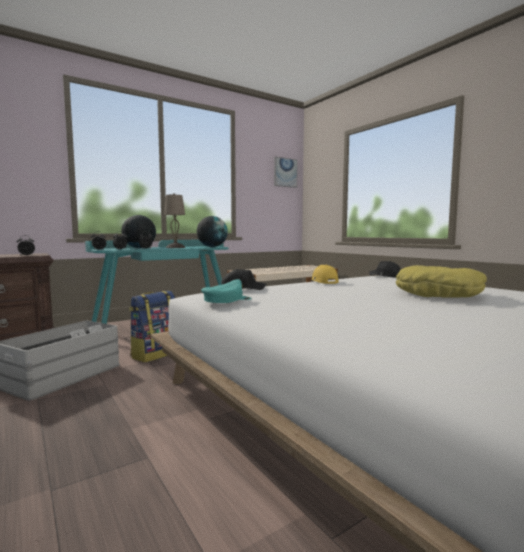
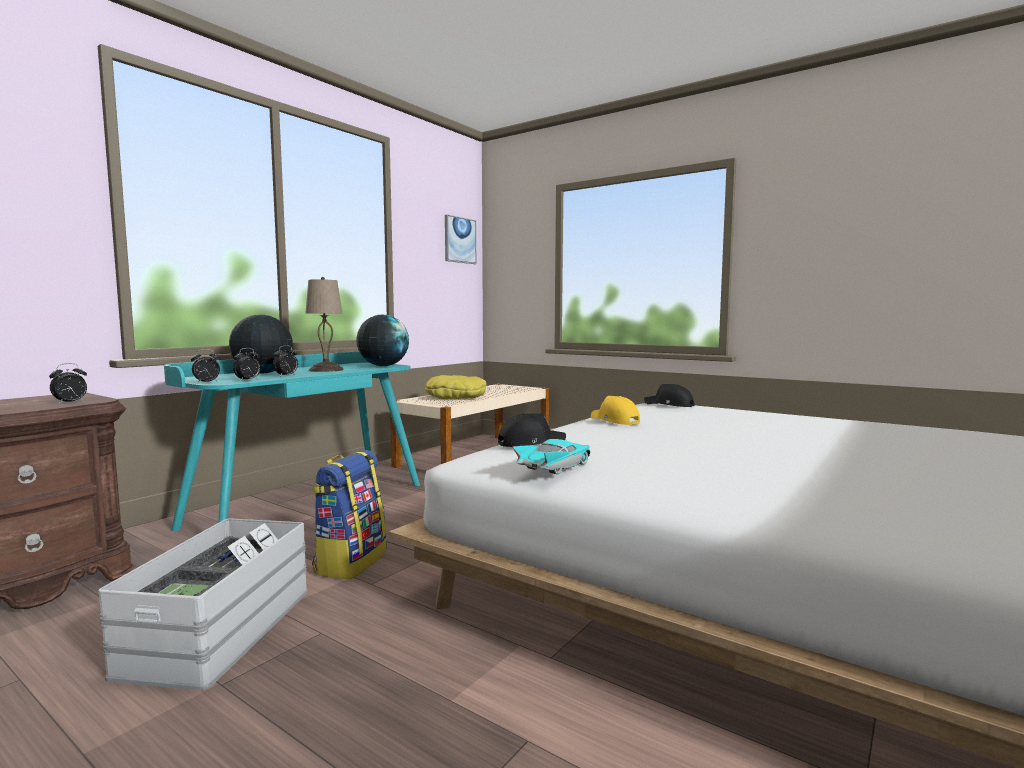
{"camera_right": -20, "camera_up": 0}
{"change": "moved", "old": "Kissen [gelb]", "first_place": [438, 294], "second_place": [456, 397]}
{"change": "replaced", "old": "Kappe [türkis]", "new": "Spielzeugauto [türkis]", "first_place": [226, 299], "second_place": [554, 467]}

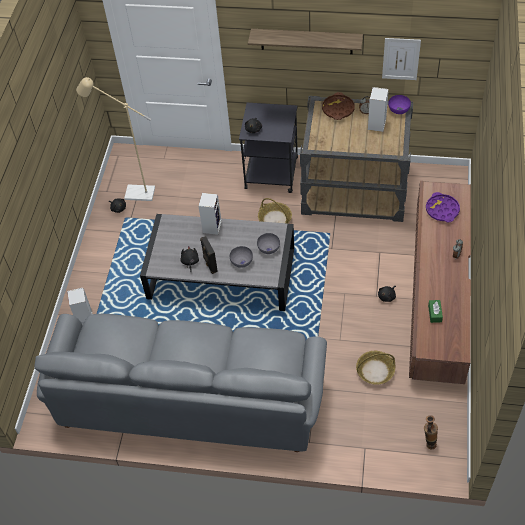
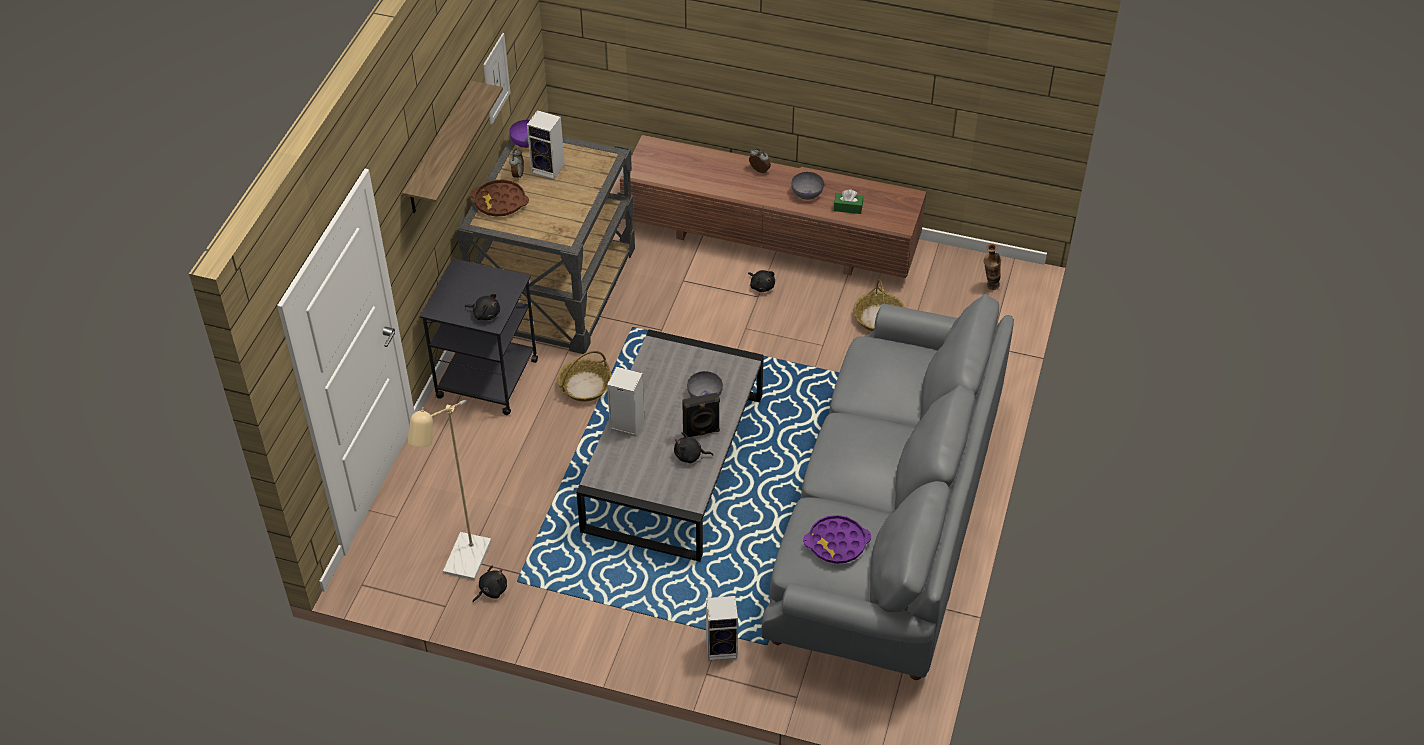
{"camera_right": -85, "camera_up": -5}
{"change": "moved", "old": "Schüssel [grau]", "first_place": [269, 248], "second_place": [806, 193]}
{"change": "moved", "old": "Tablett [lila]", "first_place": [442, 210], "second_place": [836, 543]}

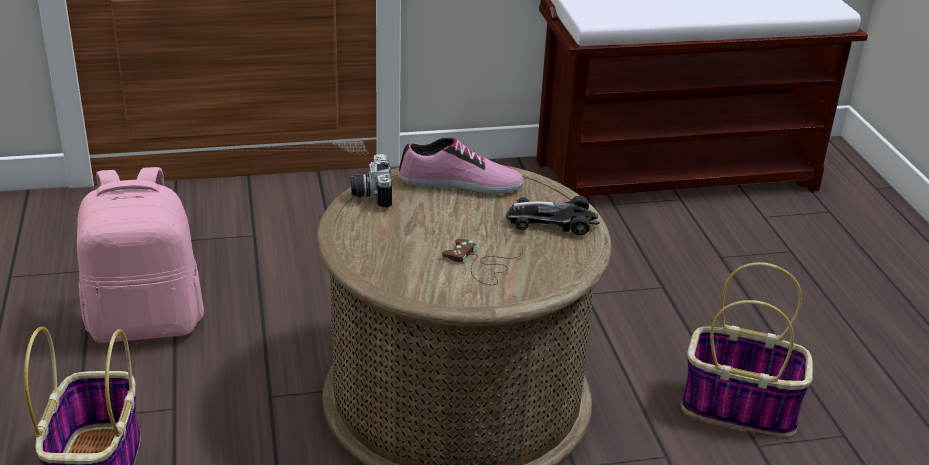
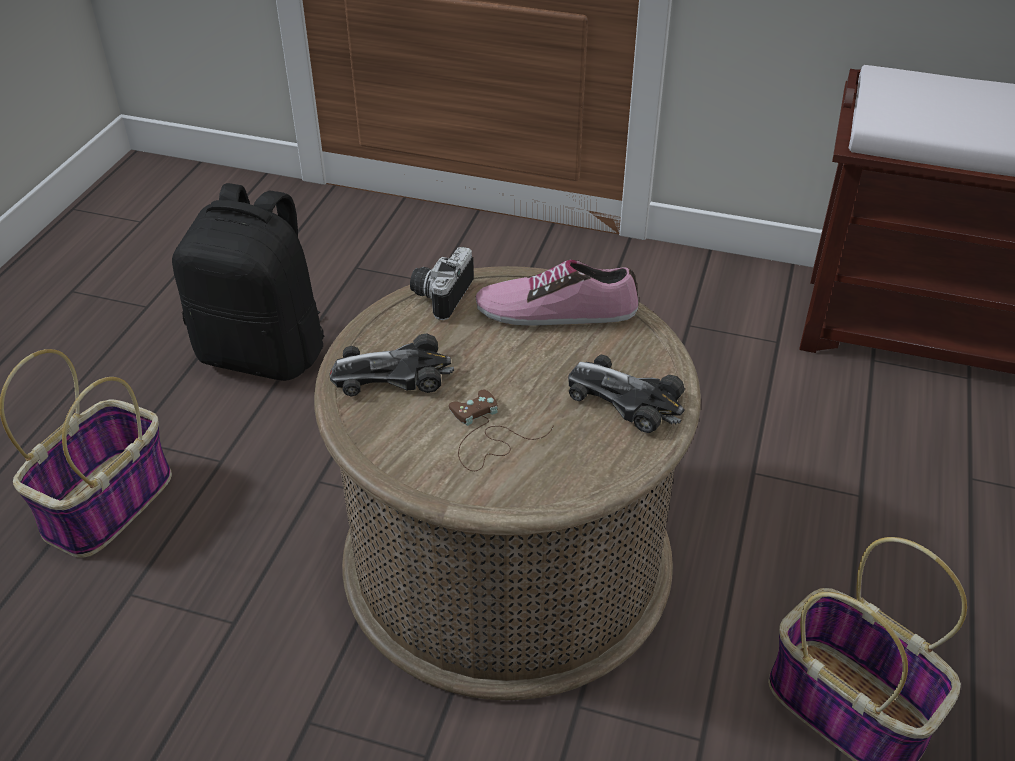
{"camera_right": 30, "camera_up": 10}
{"change": "recoloured", "old": "Rucksack [rosa]", "new": "Rucksack [schwarz]", "first_place": [146, 322], "second_place": [265, 353]}
{"change": "added", "new": "Spielzeugauto", "second_place": [392, 374]}
{"change": "turned", "old": "Schuh", "first_place": [461, 184], "second_place": [556, 310], "degrees": 150}

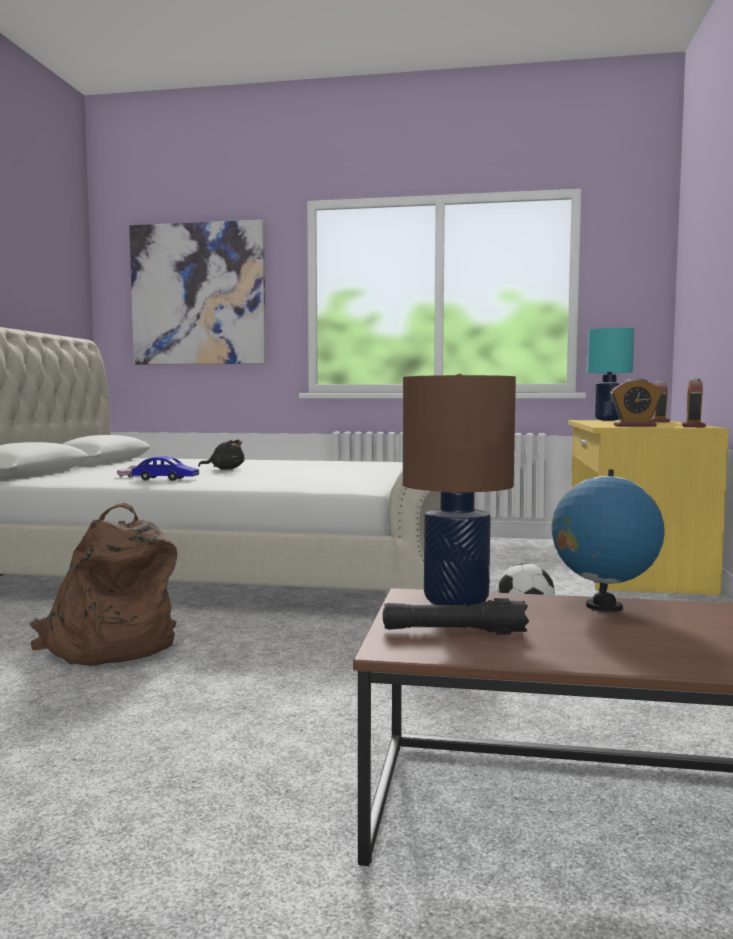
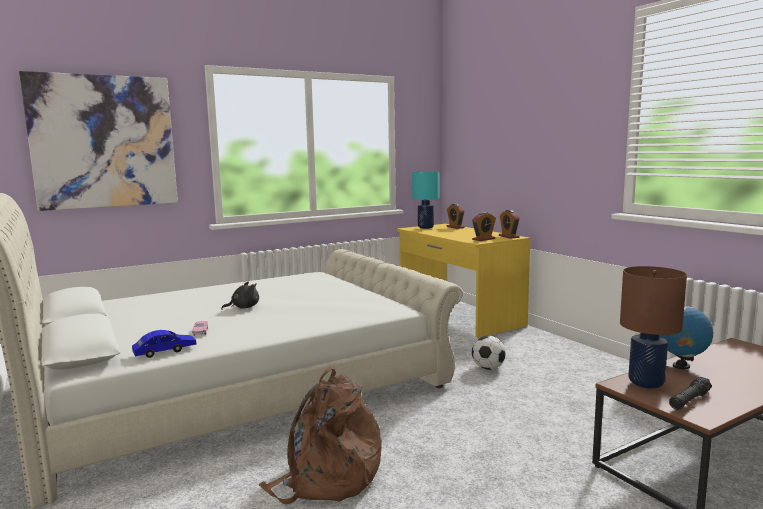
{"camera_right": -40, "camera_up": 5}
{"change": "moved", "old": "Spielzeugauto [blau]", "first_place": [166, 479], "second_place": [165, 351]}

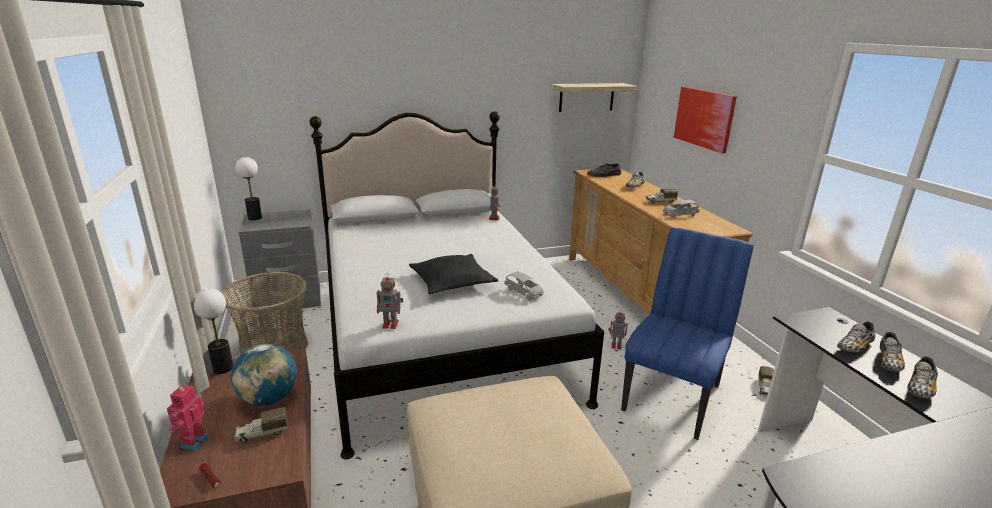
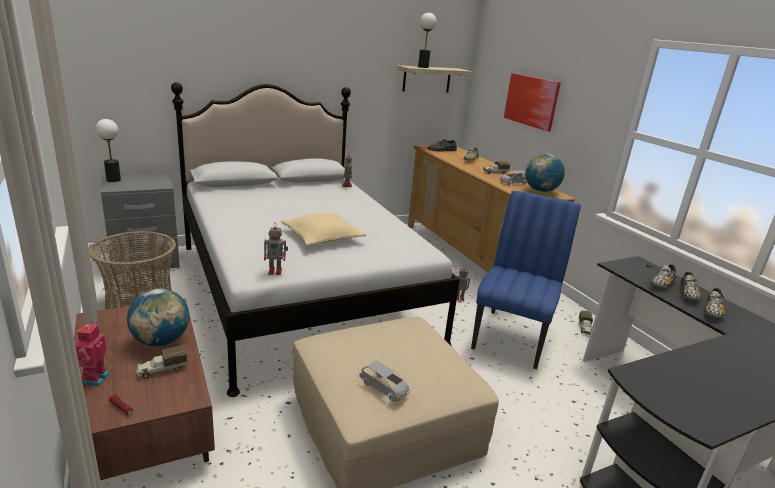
{"camera_right": -10, "camera_up": 0}
{"change": "recoloured", "old": "Kissen [schwarz]", "new": "Kissen [beige]", "first_place": [452, 282], "second_place": [322, 237]}
{"change": "moved", "old": "Spielzeugauto [grau]", "first_place": [524, 292], "second_place": [384, 388]}
{"change": "moved", "old": "Tischlampe", "first_place": [223, 368], "second_place": [423, 67]}
{"change": "added", "new": "Globus", "second_place": [540, 191]}

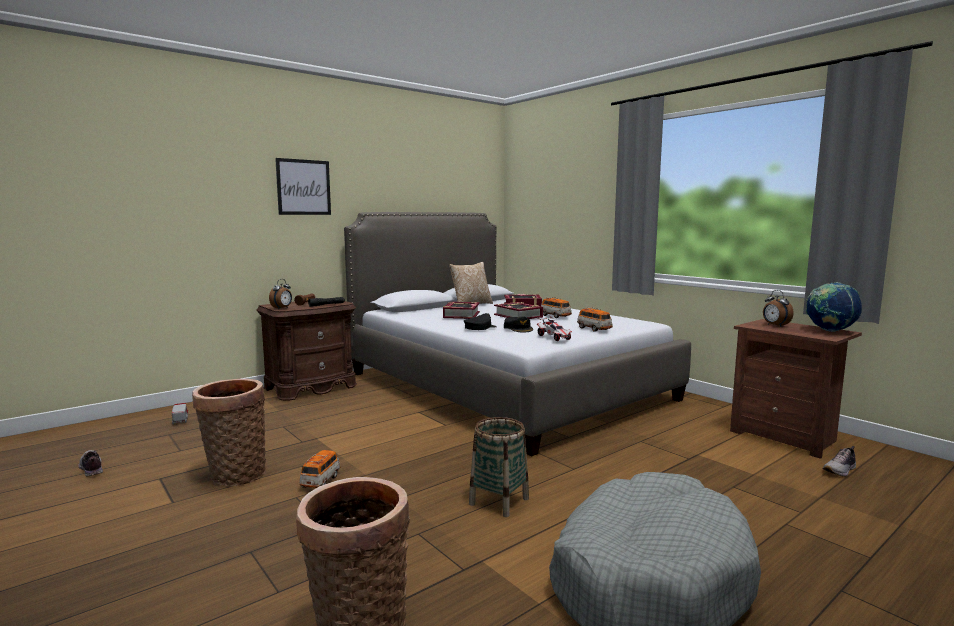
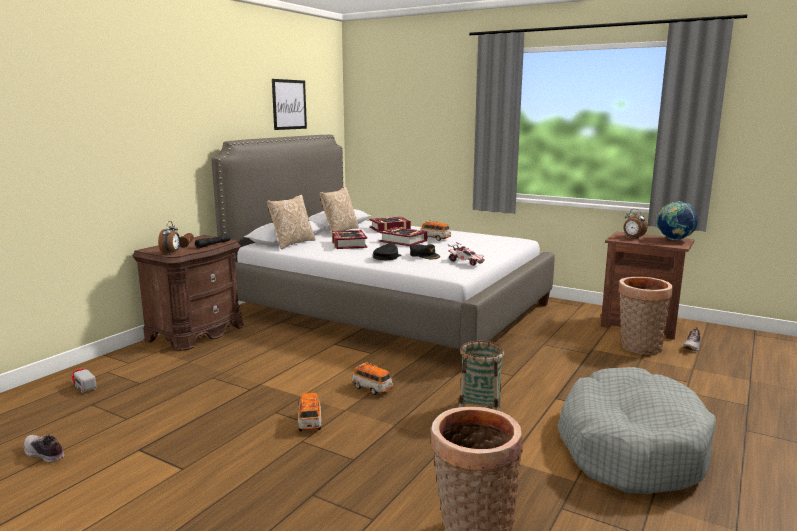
{"camera_right": -20, "camera_up": 5}
{"change": "added", "new": "Kissen", "second_place": [292, 243]}
{"change": "moved", "old": "Bild", "first_place": [303, 187], "second_place": [289, 104]}
{"change": "moved", "old": "Spielzeugauto", "first_place": [594, 329], "second_place": [372, 389]}
{"change": "moved", "old": "Korb", "first_place": [235, 474], "second_place": [638, 348]}

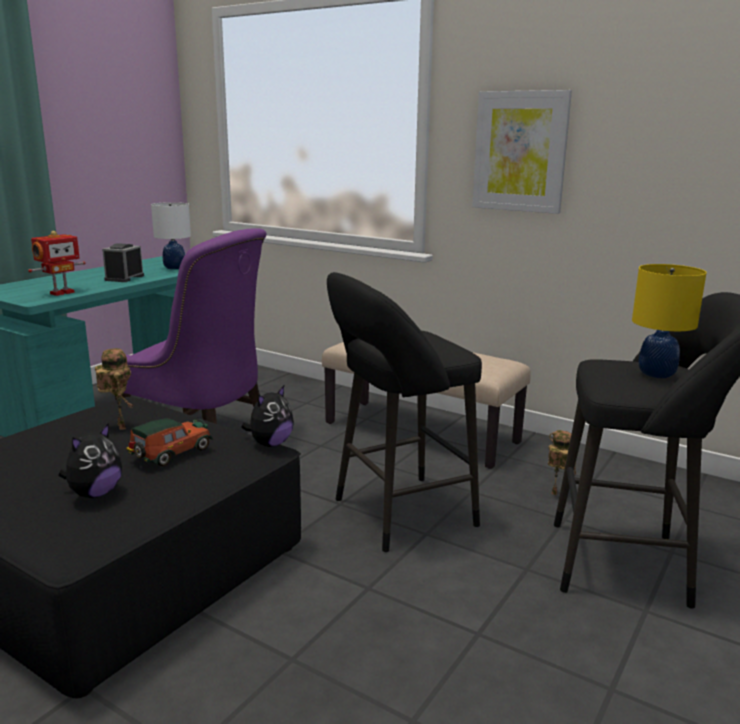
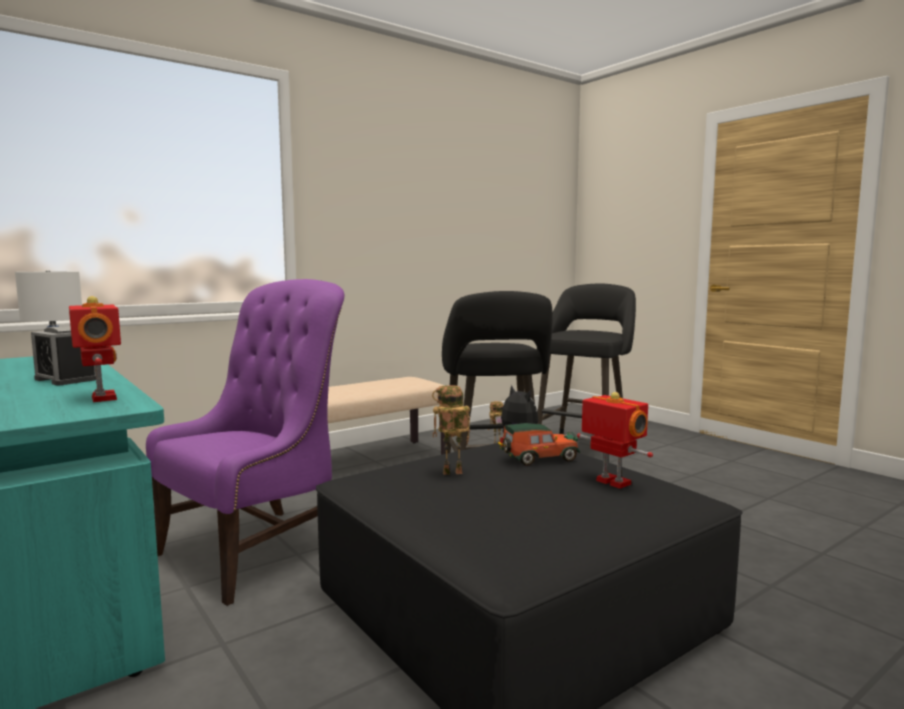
{"camera_right": -70, "camera_up": -10}
{"change": "turned", "old": "Spielzeugauto", "first_place": [170, 454], "second_place": [537, 459], "degrees": 105}
{"change": "replaced", "old": "Plüschtier", "new": "Spielzeugroboter", "first_place": [95, 493], "second_place": [612, 483]}
{"change": "removed", "old": "Bild", "first_place": [520, 152]}
{"change": "removed", "old": "Tischlampe [gelb]", "first_place": [654, 374]}

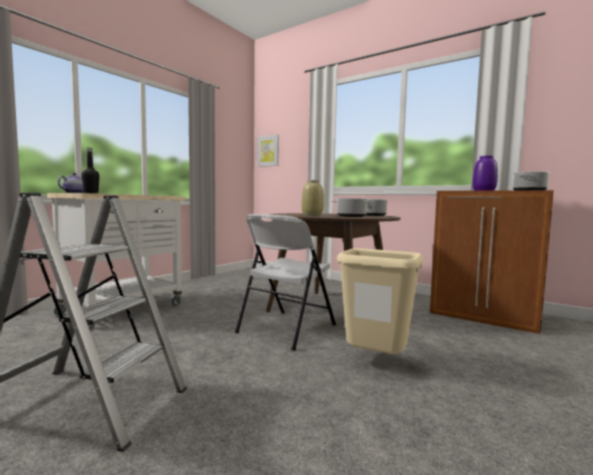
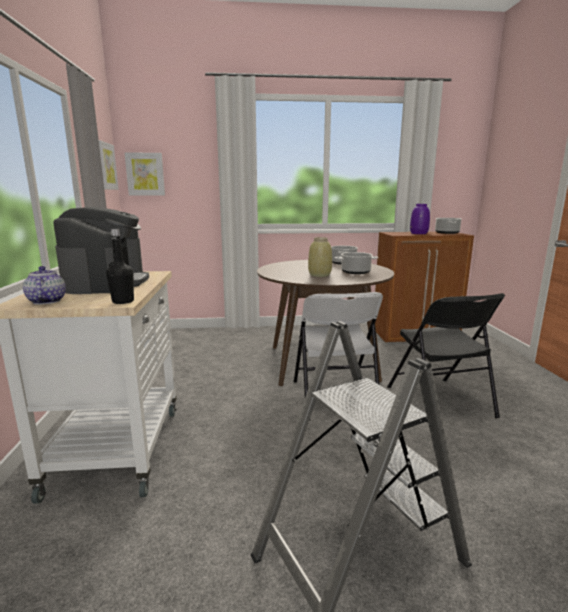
{"camera_right": -40, "camera_up": 10}
{"change": "added", "new": "Kaffeemaschine", "second_place": [107, 283]}
{"change": "added", "new": "Bild", "second_place": [106, 166]}
{"change": "replaced", "old": "Mülleimer [beige]", "new": "Stuhl [schwarz]", "first_place": [374, 362], "second_place": [438, 401]}

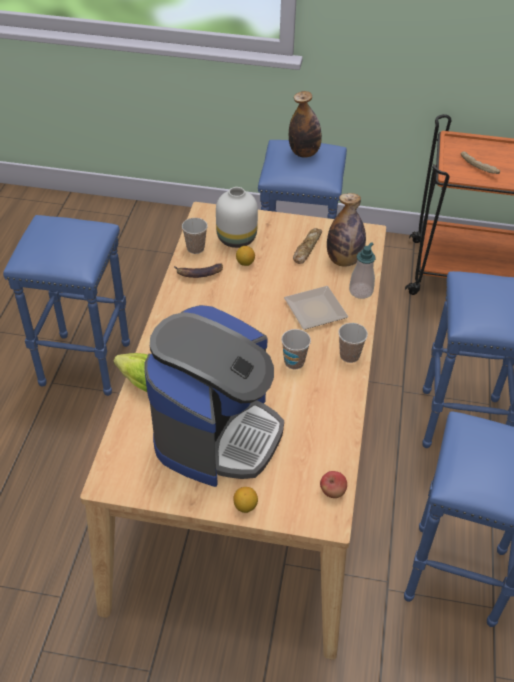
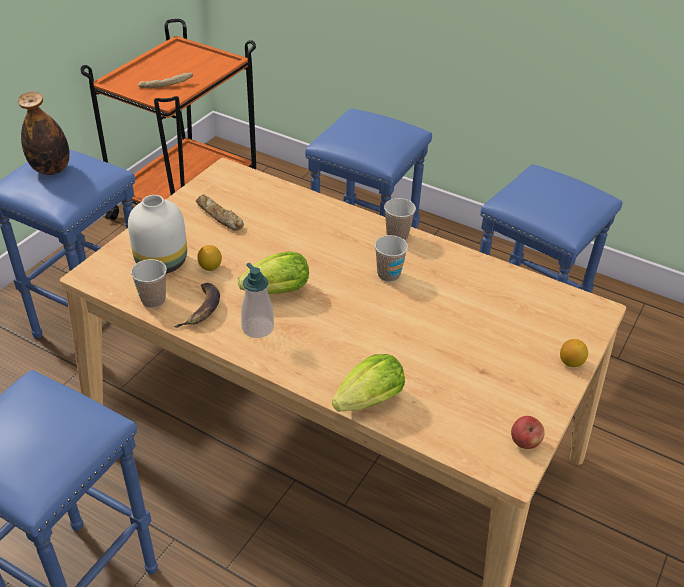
{"camera_right": -70, "camera_up": -5}
{"change": "added", "new": "Salatkopf", "second_place": [273, 292]}
{"change": "moved", "old": "Seifenspender", "first_place": [360, 291], "second_place": [257, 328]}
{"change": "moved", "old": "Apfel", "first_place": [332, 491], "second_place": [524, 442]}
{"change": "removed", "old": "Kaffeemaschine", "first_place": [217, 433]}
{"change": "removed", "old": "Teller", "first_place": [317, 311]}
{"change": "removed", "old": "Flasche", "first_place": [344, 260]}

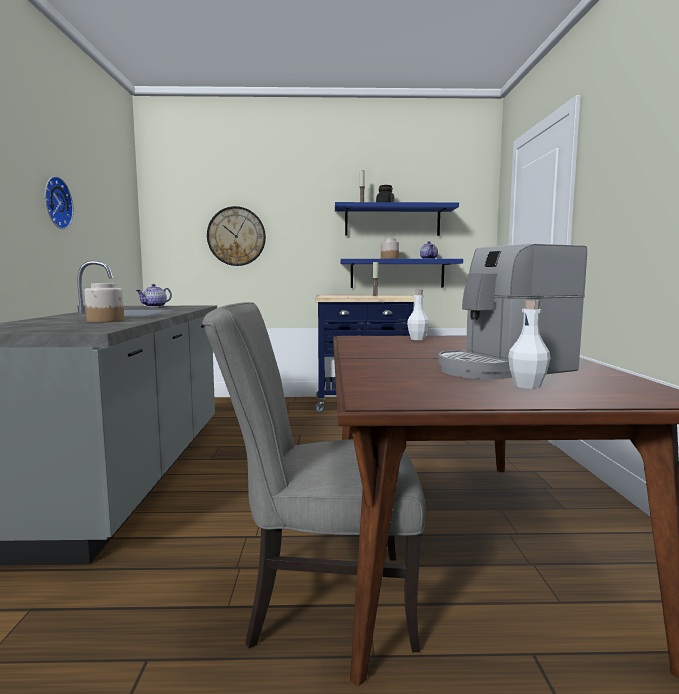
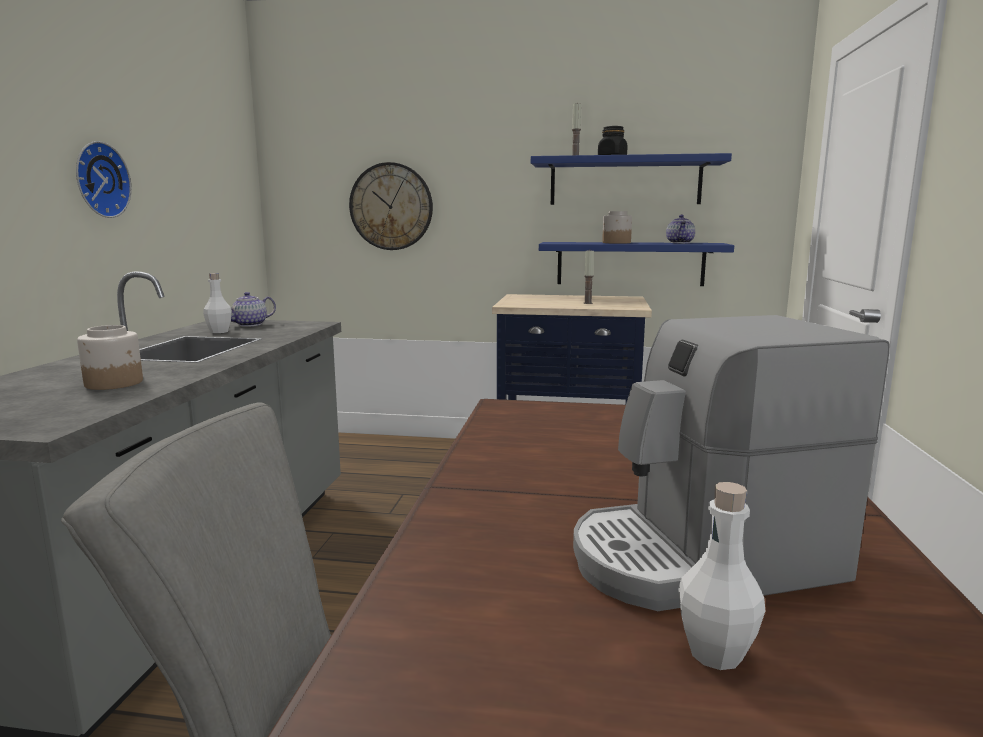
{"camera_right": 10, "camera_up": 5}
{"change": "moved", "old": "Flasche [weiß]", "first_place": [417, 339], "second_place": [219, 332]}

